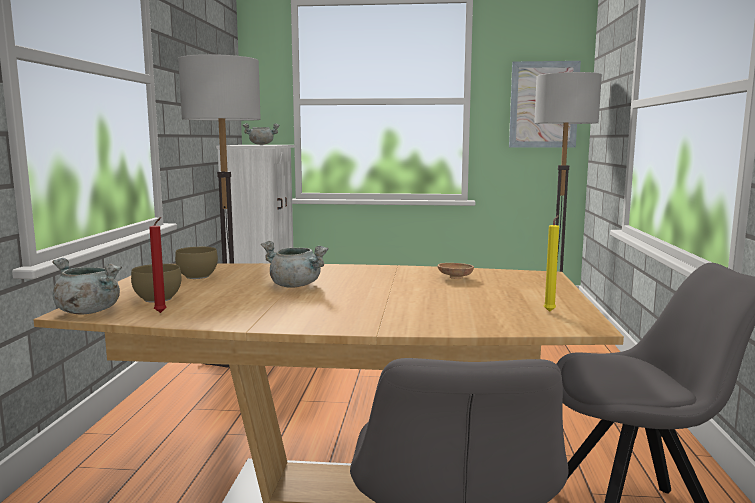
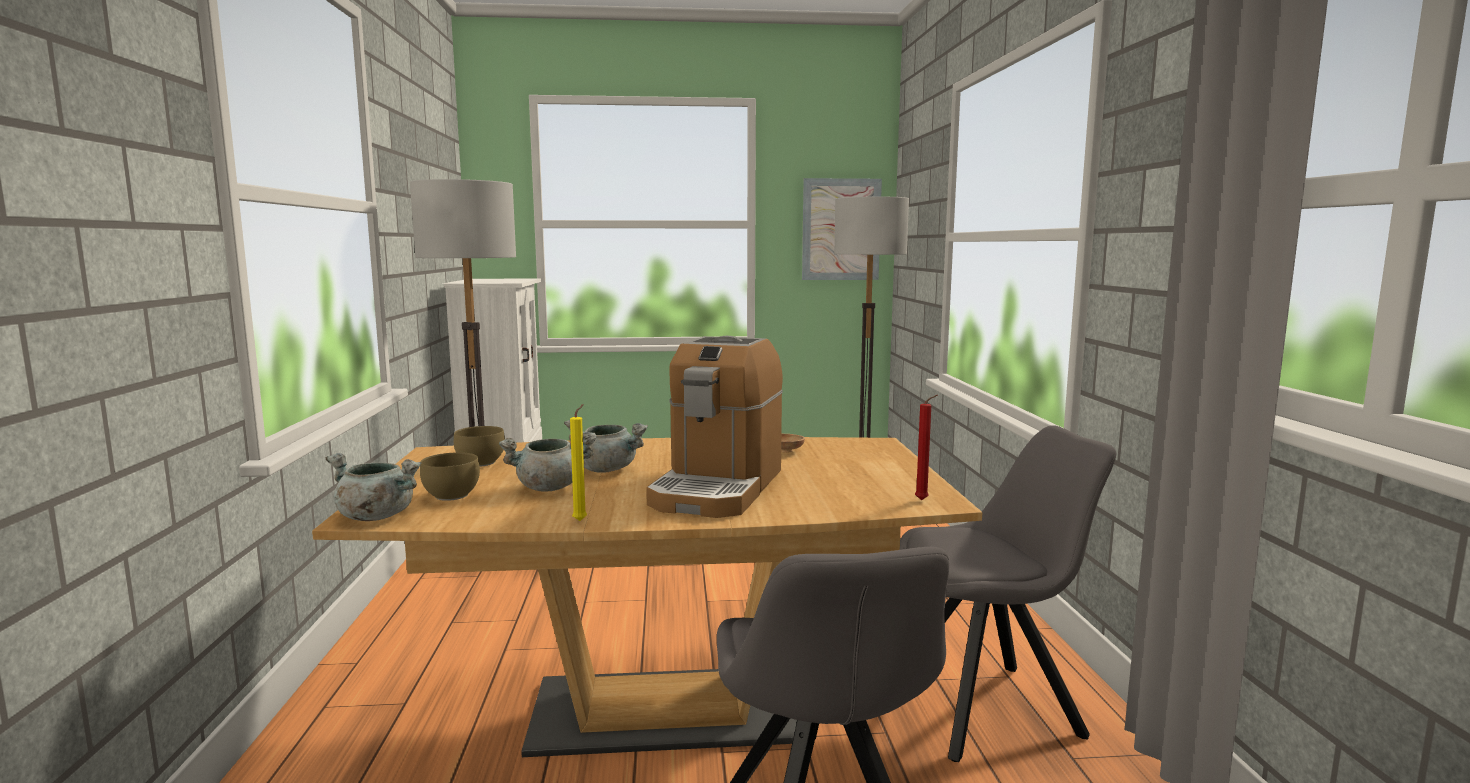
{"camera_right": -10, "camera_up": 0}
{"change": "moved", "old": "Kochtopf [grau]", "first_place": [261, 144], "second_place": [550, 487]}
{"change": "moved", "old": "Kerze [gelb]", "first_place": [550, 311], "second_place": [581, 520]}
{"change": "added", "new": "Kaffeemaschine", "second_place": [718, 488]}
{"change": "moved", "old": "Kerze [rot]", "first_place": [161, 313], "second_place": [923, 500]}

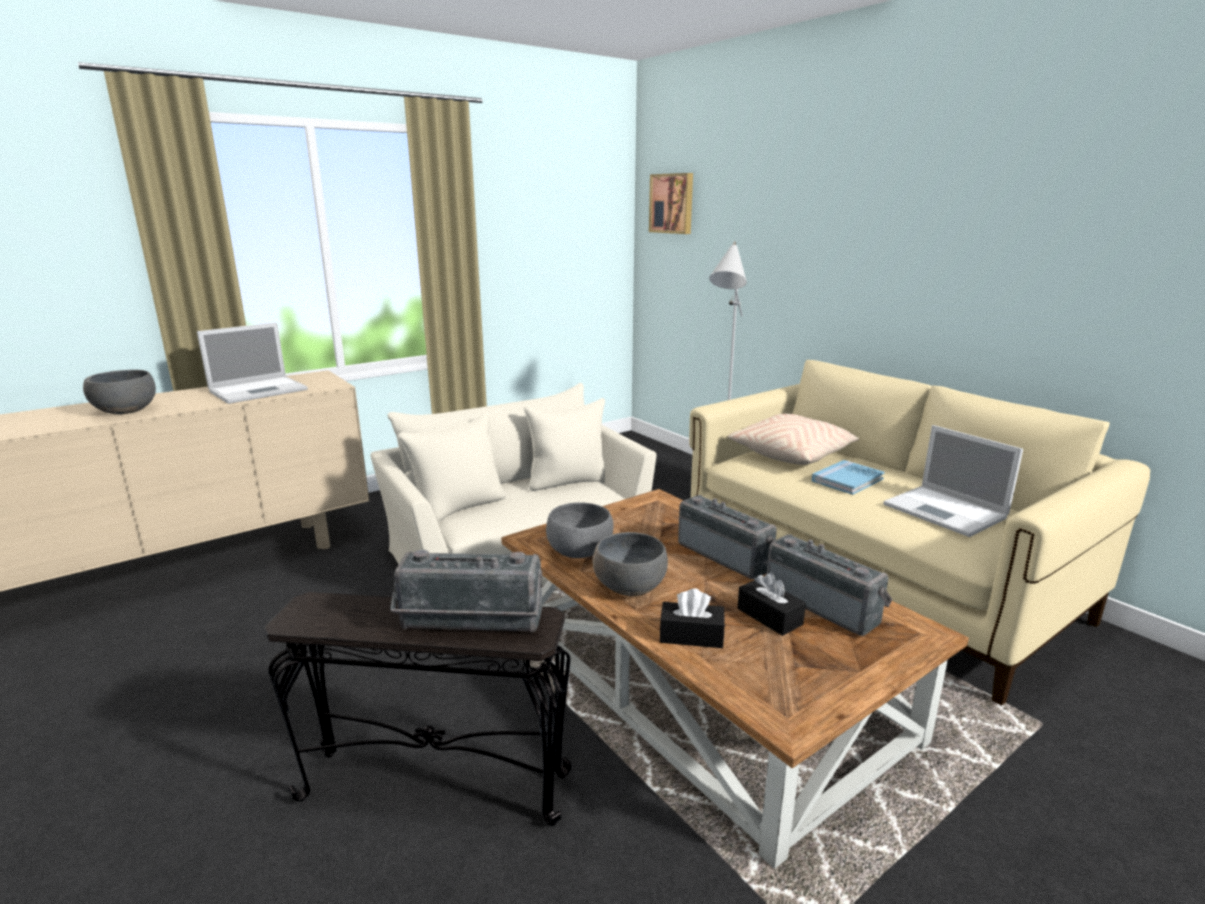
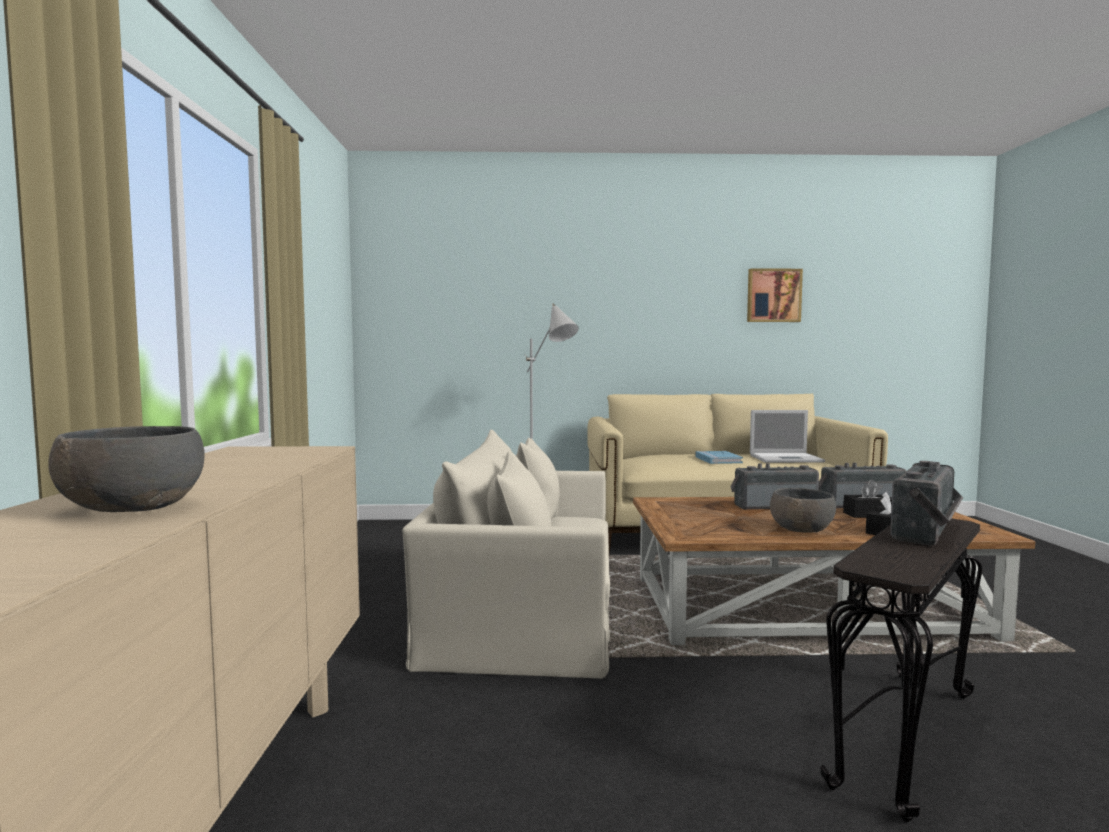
{"camera_right": -55, "camera_up": -15}
{"change": "moved", "old": "Bild", "first_place": [672, 203], "second_place": [773, 295]}
{"change": "removed", "old": "Laptop", "first_place": [260, 390]}
{"change": "removed", "old": "Schüssel [grau]", "first_place": [579, 551]}
{"change": "removed", "old": "Kissen [beige]", "first_place": [792, 454]}

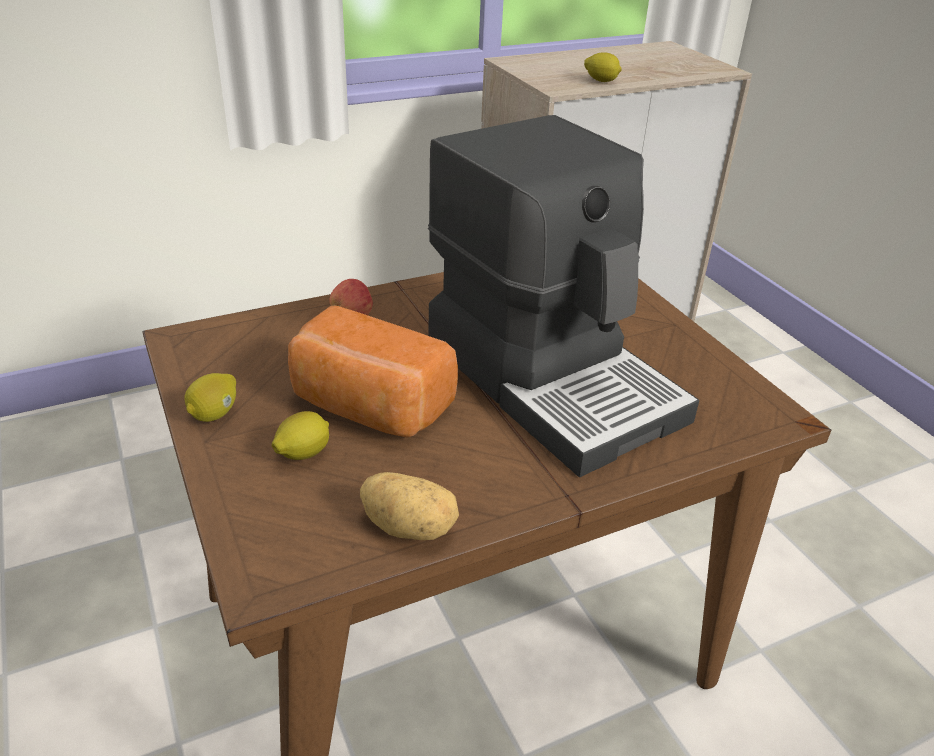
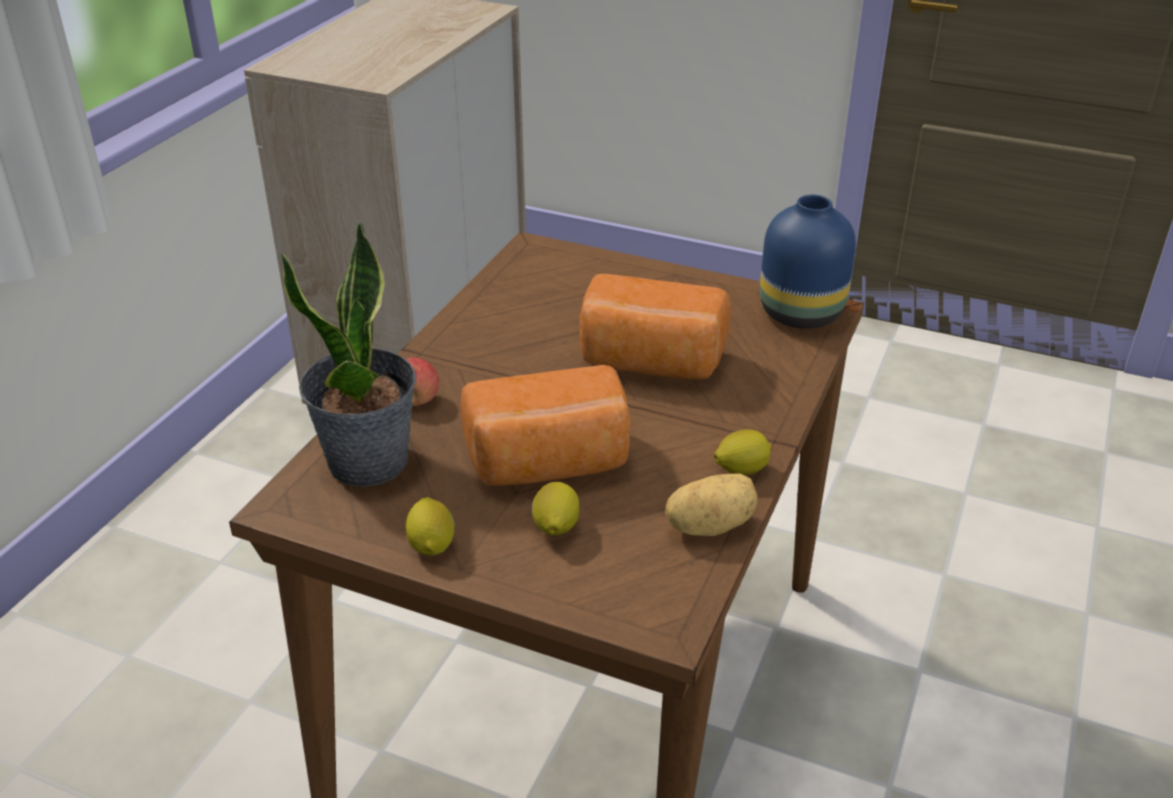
{"camera_right": -40, "camera_up": 0}
{"change": "added", "new": "Topfpflanze", "second_place": [369, 462]}
{"change": "replaced", "old": "Kaffeemaschine", "new": "Brot", "first_place": [553, 377], "second_place": [650, 362]}
{"change": "moved", "old": "Zitrone", "first_place": [601, 81], "second_place": [741, 470]}
{"change": "added", "new": "Vase [blau]", "second_place": [798, 313]}

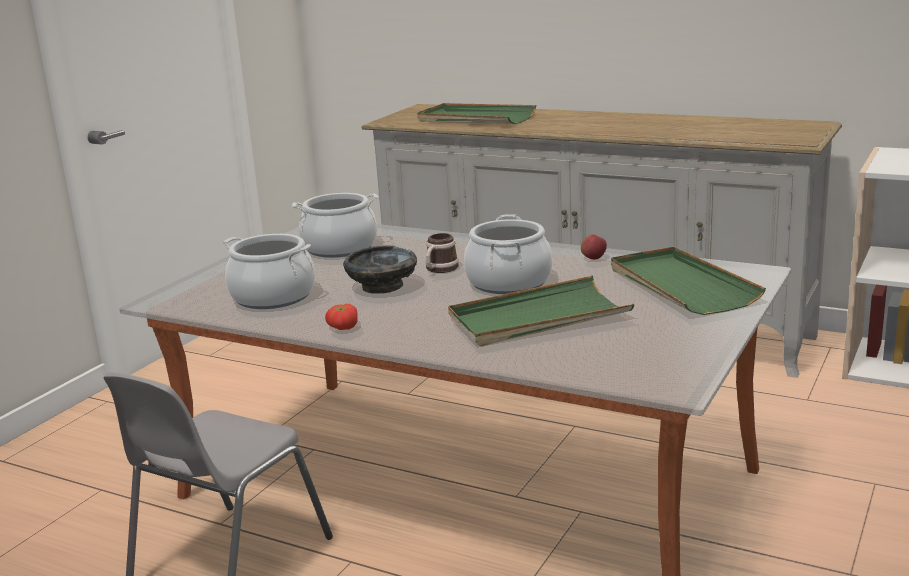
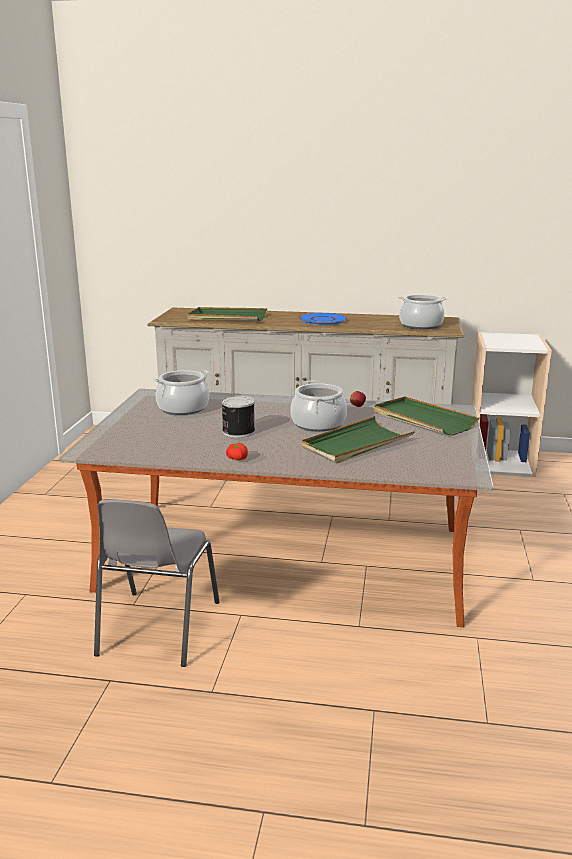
{"camera_right": -20, "camera_up": 0}
{"change": "replaced", "old": "Schüssel [schwarz]", "new": "Dose", "first_place": [381, 287], "second_place": [237, 431]}
{"change": "added", "new": "Teller [blau]", "second_place": [323, 320]}
{"change": "moved", "old": "Kochtopf", "first_place": [273, 297], "second_place": [421, 325]}
{"change": "removed", "old": "Henkelbecher", "first_place": [439, 269]}

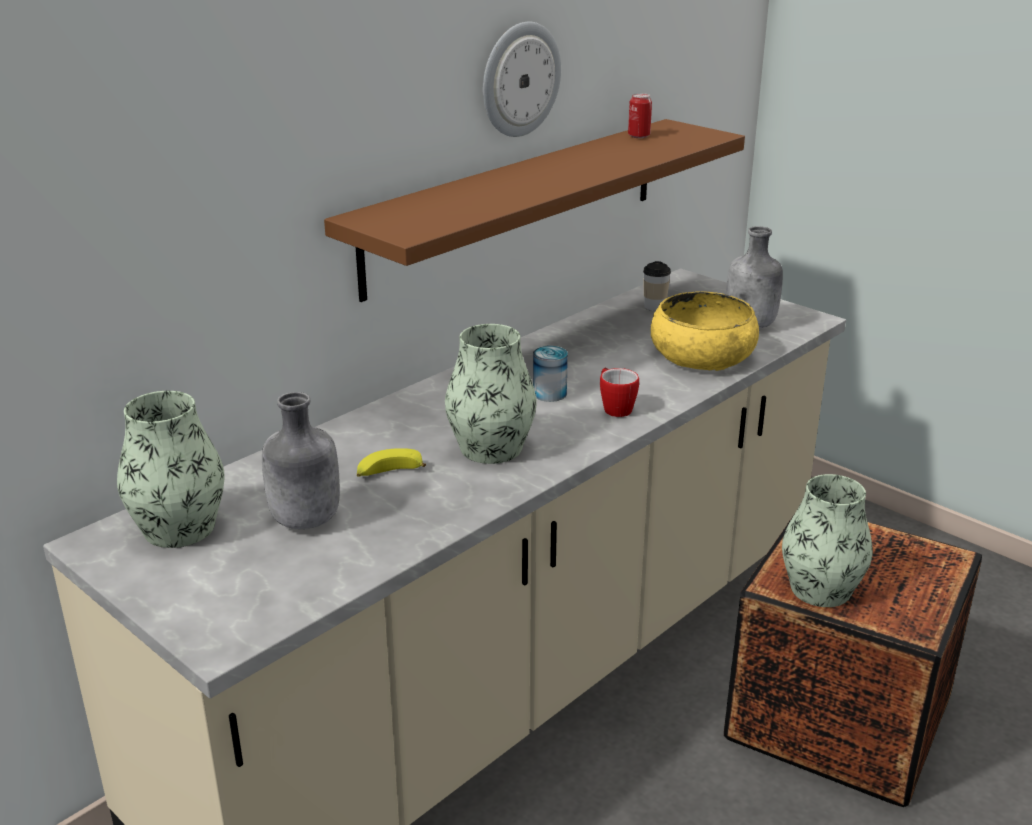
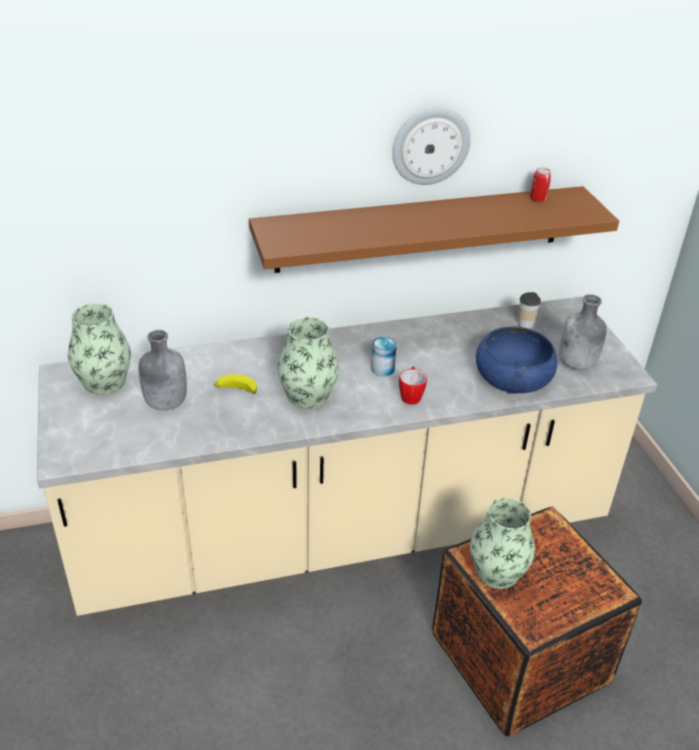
{"camera_right": 30, "camera_up": 10}
{"change": "recoloured", "old": "Schüssel [gelb]", "new": "Schüssel [blau]", "first_place": [702, 356], "second_place": [513, 377]}

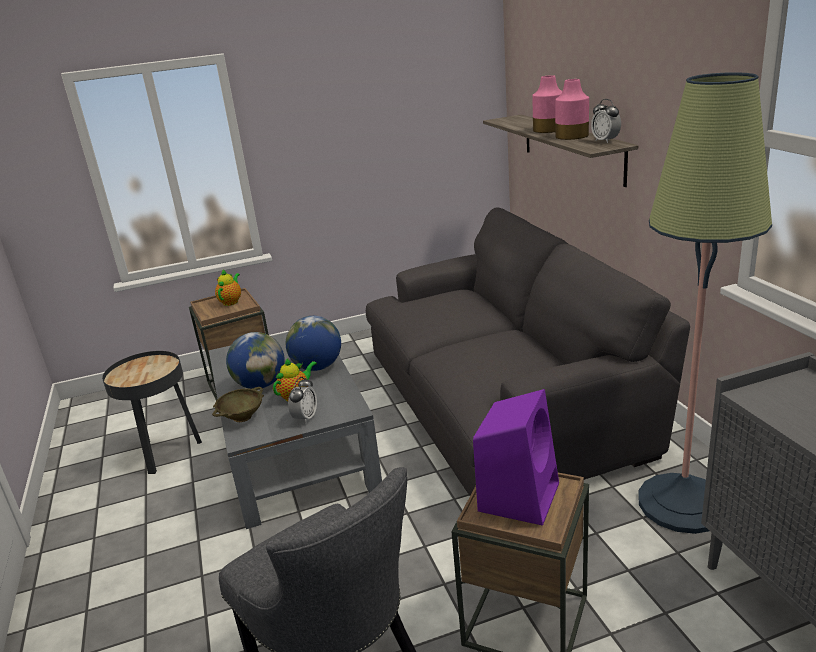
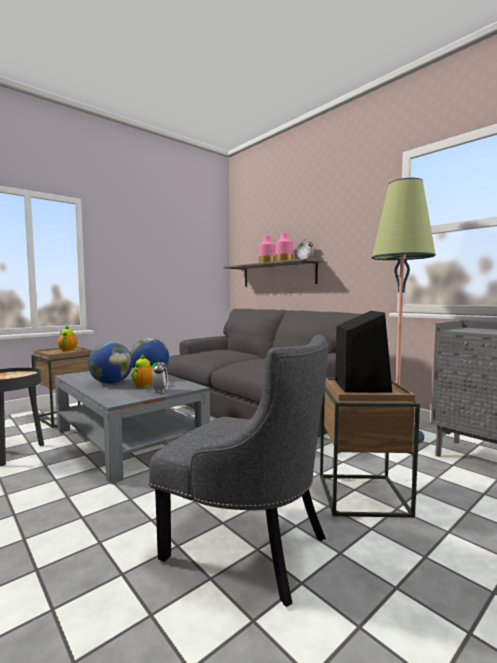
{"camera_right": -25, "camera_up": -20}
{"change": "recoloured", "old": "Lautsprecher [lila]", "new": "Lautsprecher [schwarz]", "first_place": [519, 495], "second_place": [360, 386]}
{"change": "removed", "old": "Schüssel [beige]", "first_place": [242, 417]}

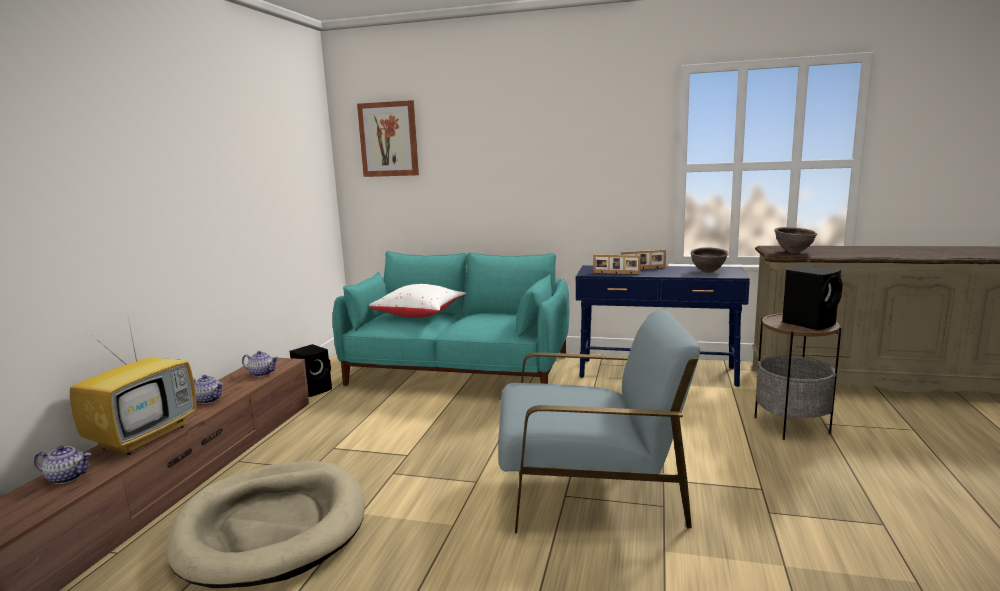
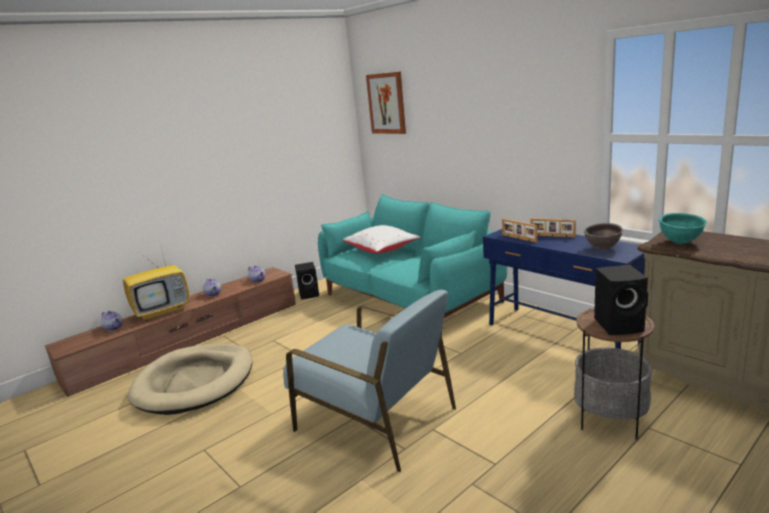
{"camera_right": 35, "camera_up": 5}
{"change": "recoloured", "old": "Schüssel [braun]", "new": "Schüssel [türkis]", "first_place": [794, 252], "second_place": [680, 242]}

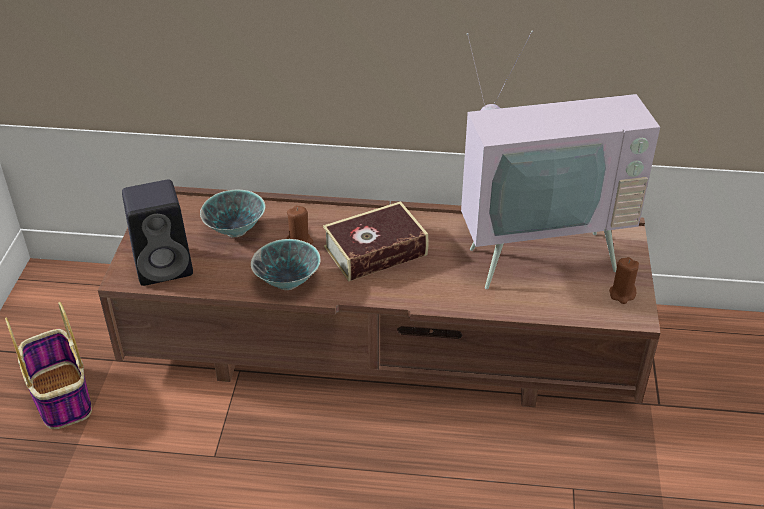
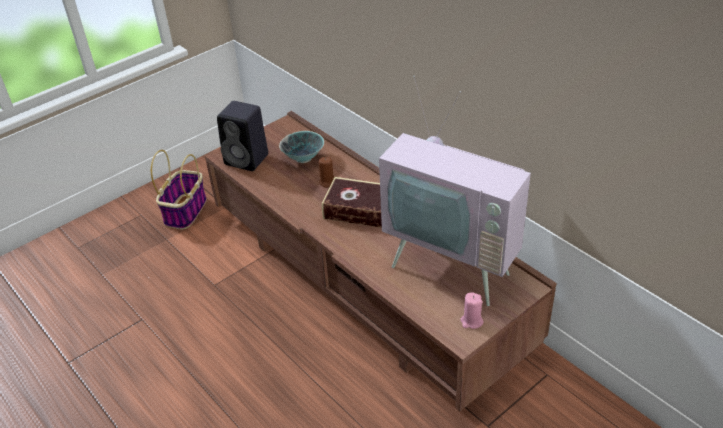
{"camera_right": 45, "camera_up": 0}
{"change": "recoloured", "old": "Kerze [braun]", "new": "Kerze [rosa]", "first_place": [622, 294], "second_place": [471, 321]}
{"change": "removed", "old": "Schüssel", "first_place": [288, 282]}

